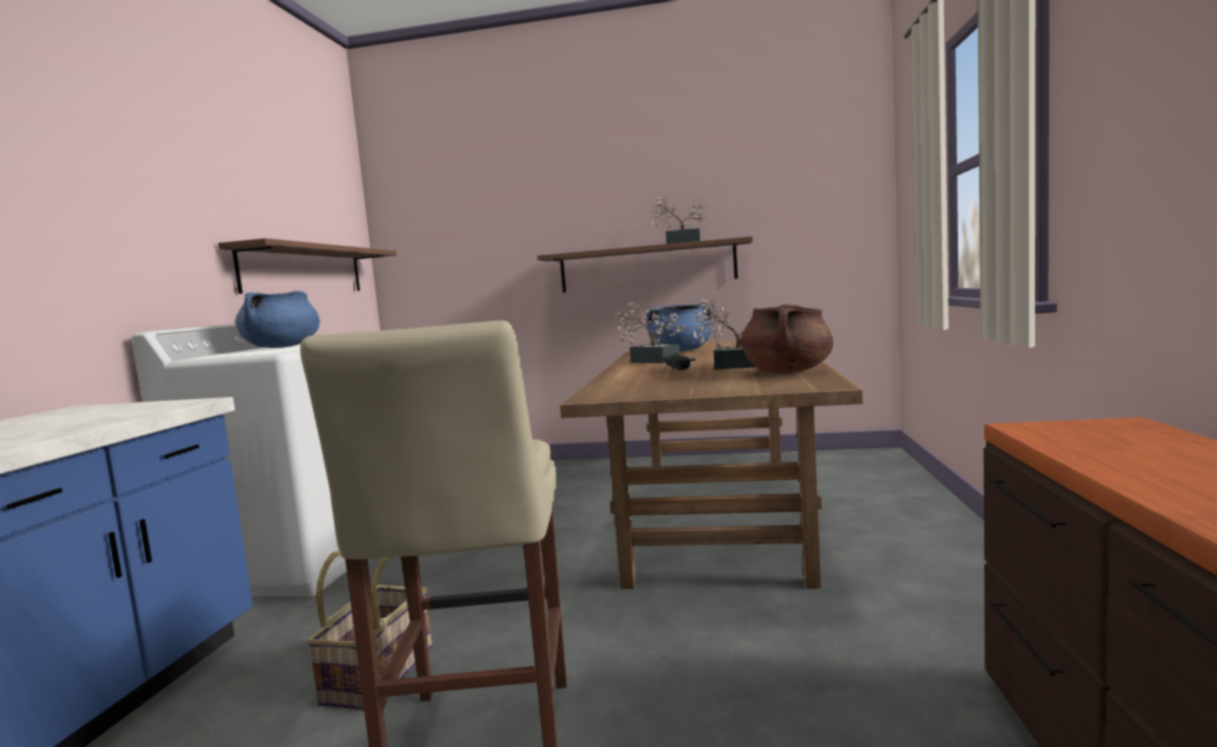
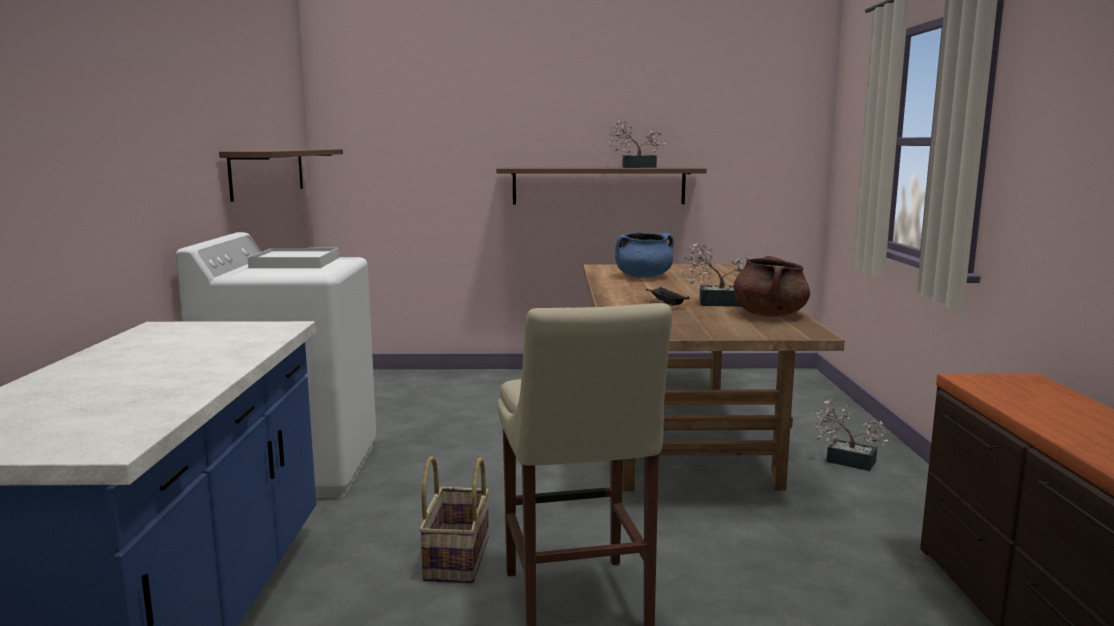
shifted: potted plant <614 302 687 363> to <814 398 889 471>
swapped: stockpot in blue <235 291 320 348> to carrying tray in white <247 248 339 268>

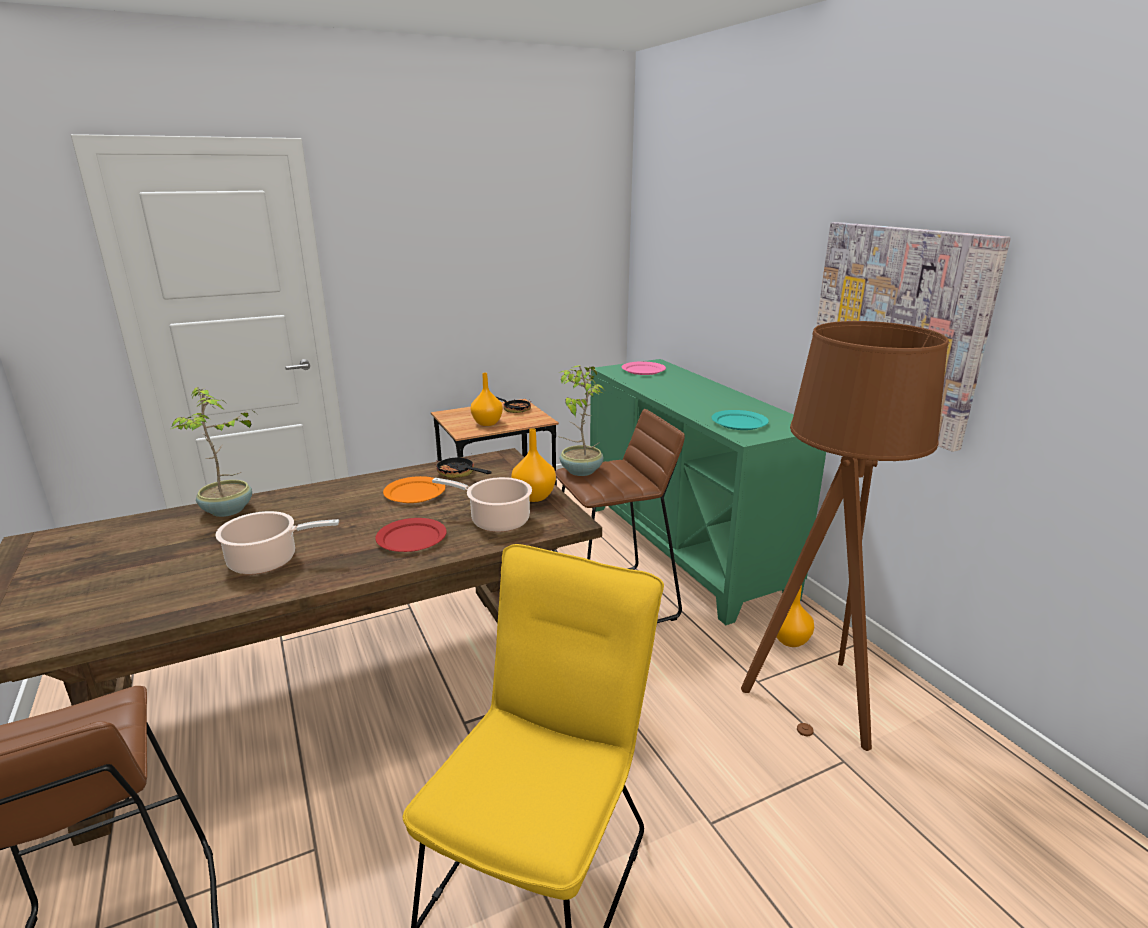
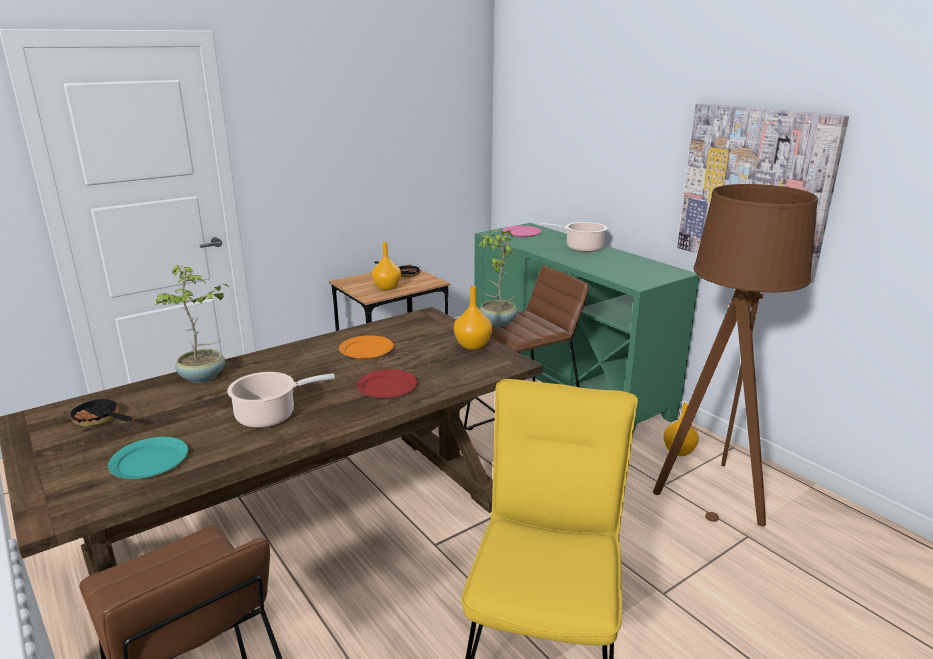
shifted: pan <435 455 491 478> to <67 399 132 427>; plate in blue-green <712 410 769 430> to <108 437 188 479>; stockpot <432 477 532 532> to <540 222 607 252>

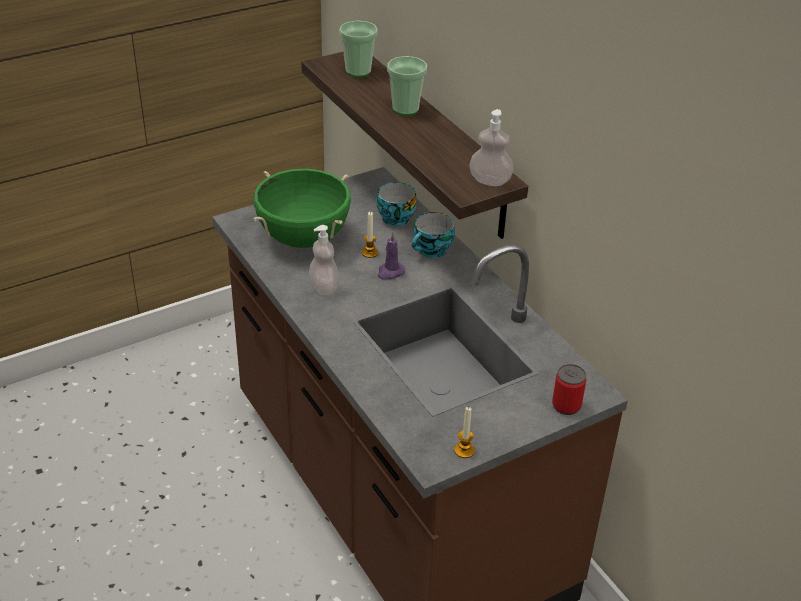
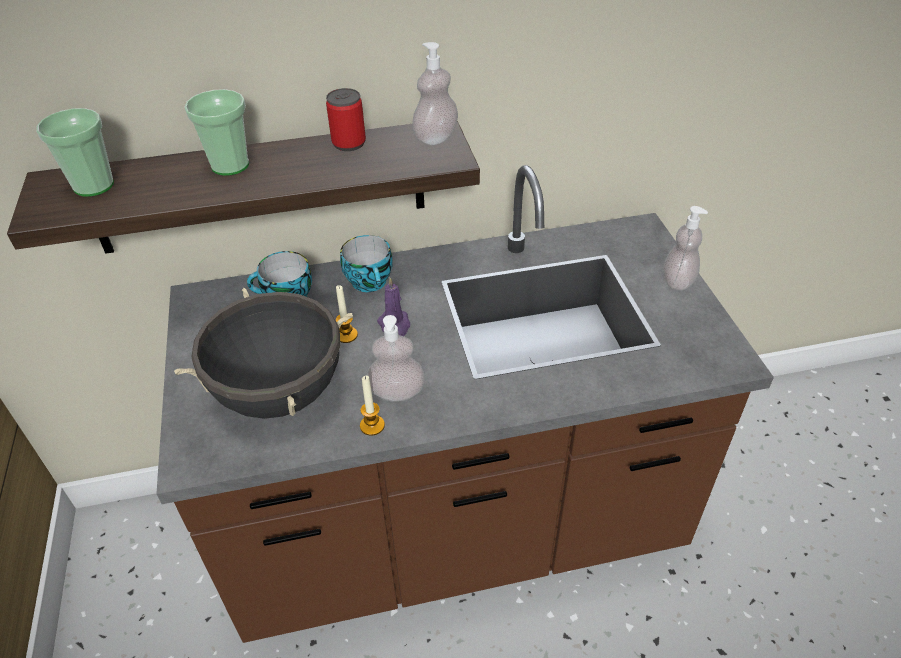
new: liquid soap bottle <664 206 708 291>
shifted: sealed can <552 364 586 415> to <326 88 366 151>; wax light <454 407 475 458> to <360 376 385 436>
repainted: stockpot in green-coloured <253 169 351 248> to stockpot in black <174 288 353 419>

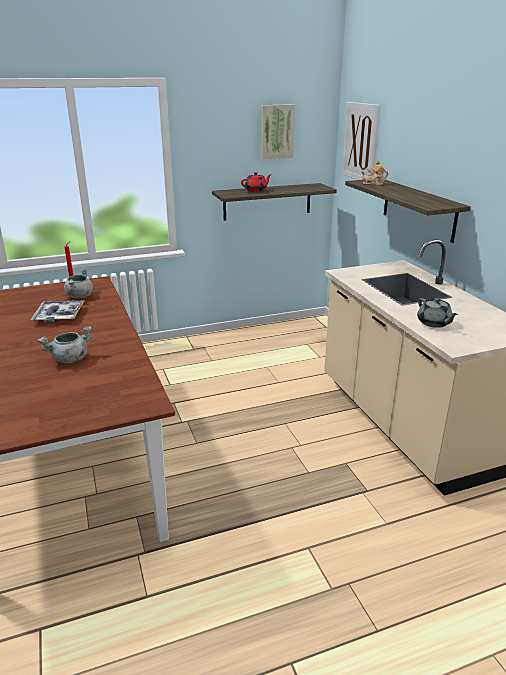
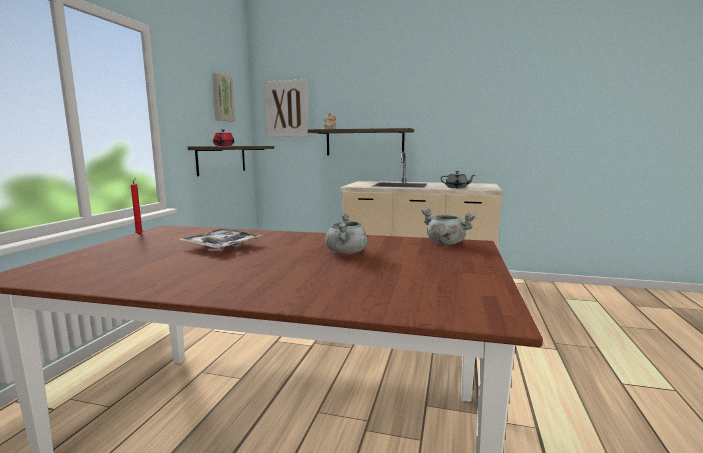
shifted: stockpot in gray <64 268 93 298> to <421 209 476 245>

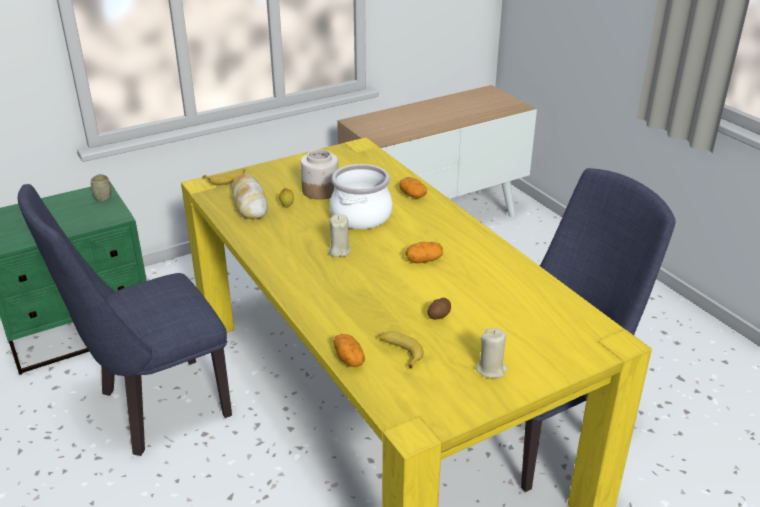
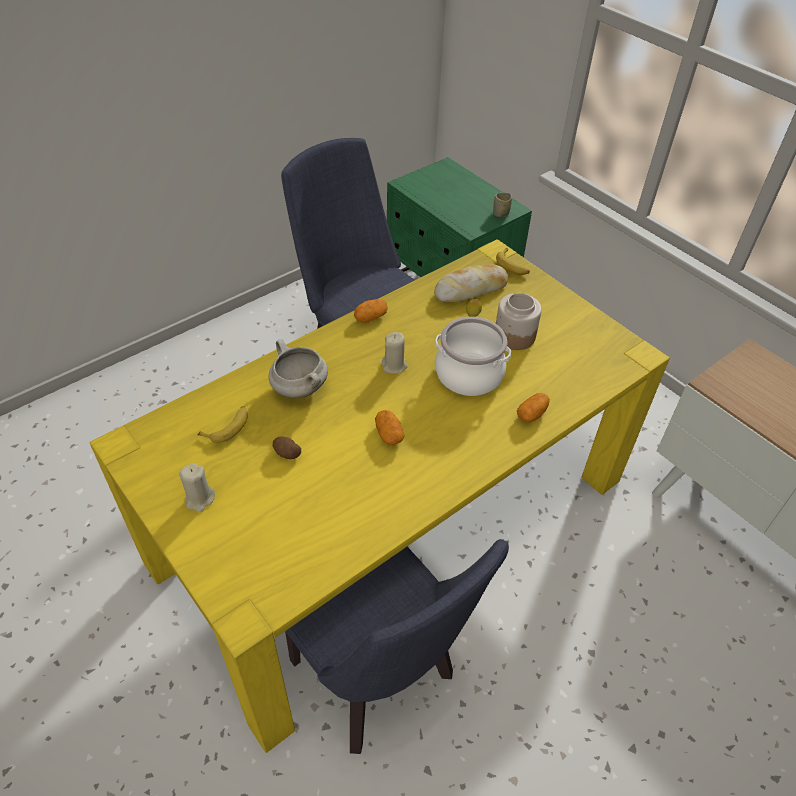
new: stockpot in white <269 339 328 398>
shifted: whole potato <334 334 365 367> to <354 299 388 323>

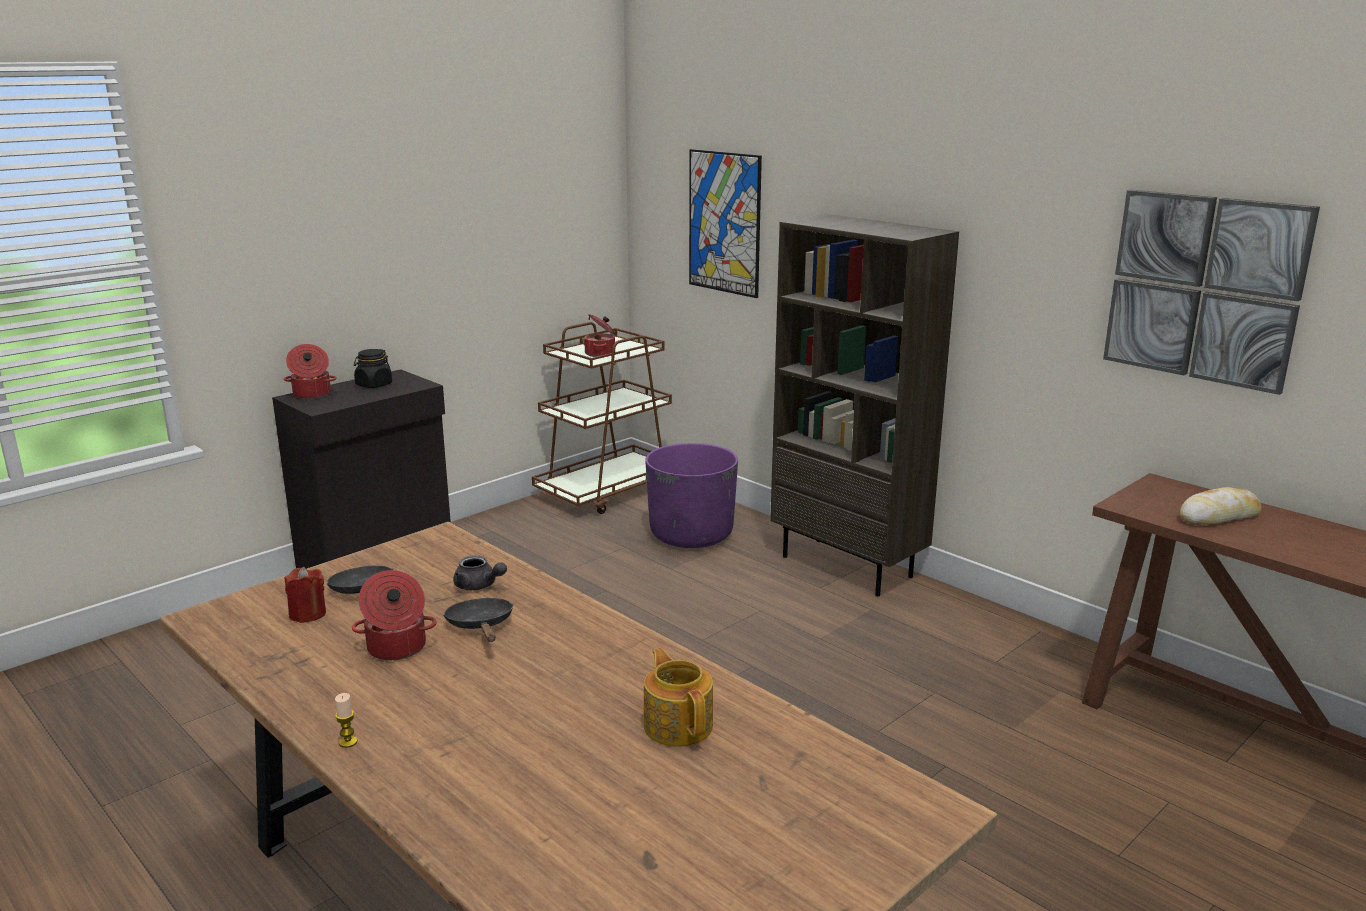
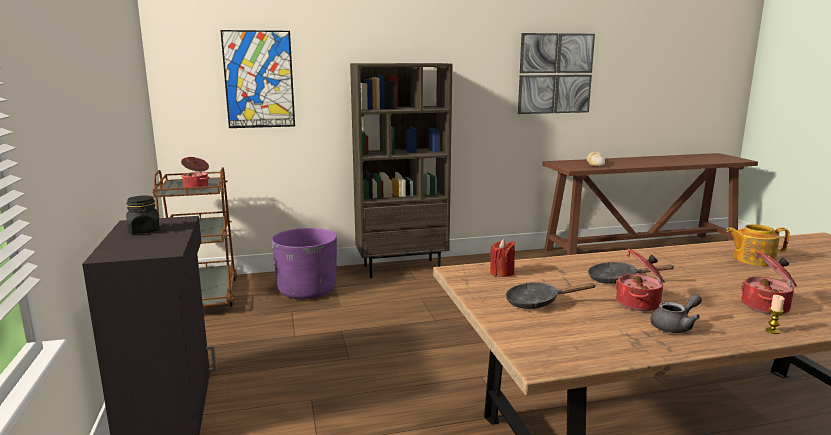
shifted: wax light in red <285 567 326 623> to <490 239 515 277>; pot for tea in gray <453 555 507 590> to <651 294 702 333>; stockpot <284 344 337 399> to <741 251 797 314>

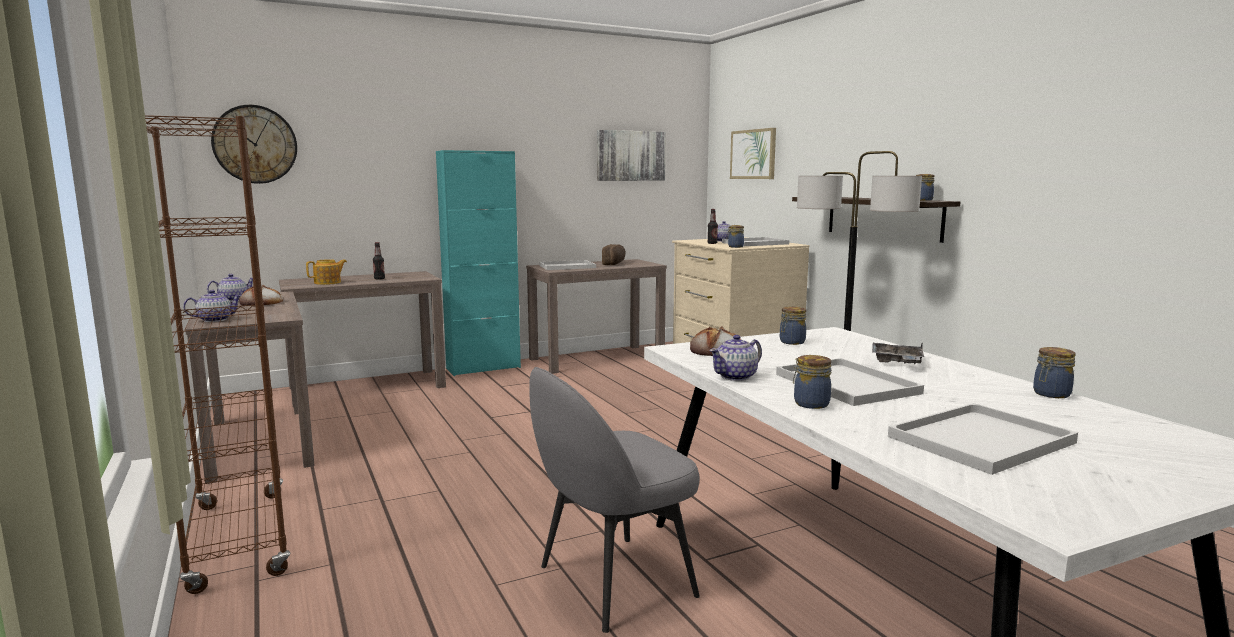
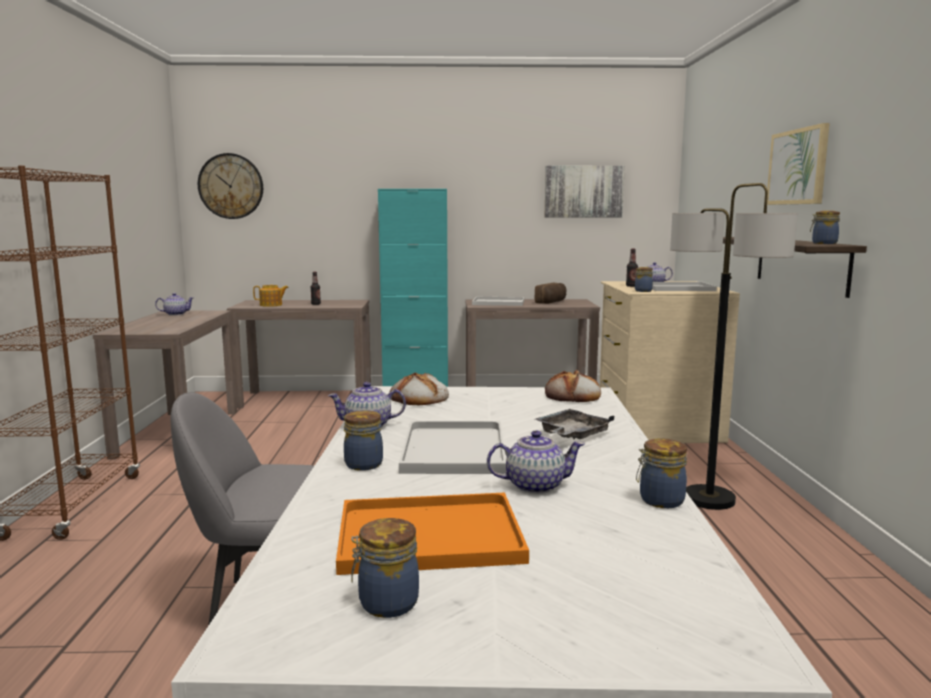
shifted: storage jar <780 306 806 345> to <351 518 419 618>; pot for tea <183 290 242 322> to <487 430 585 494>; bread <239 285 283 306> to <545 370 601 402>; picture <730 128 776 179> to <767 123 830 205>
repainted: carrying tray in white <888 403 1078 475> to carrying tray in orange <336 493 529 575>

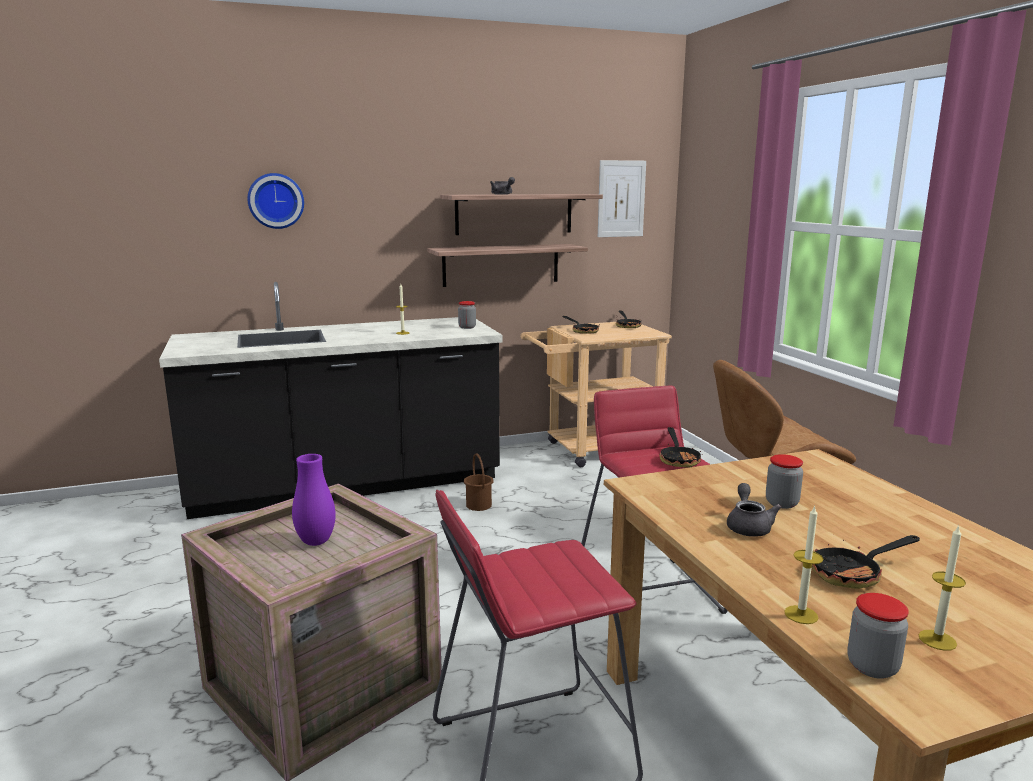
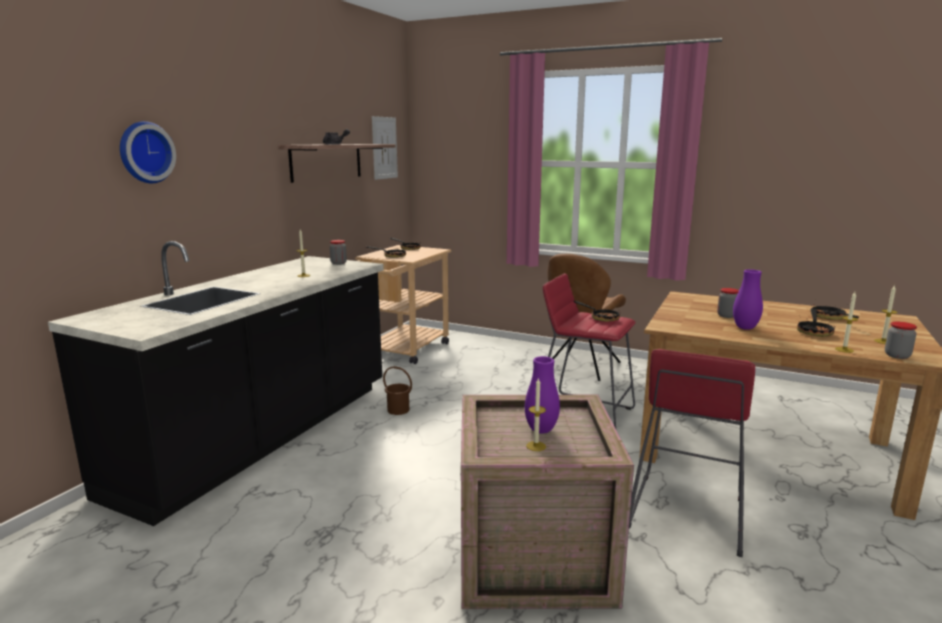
gone: wall shelf <427 244 588 287>
new: wax light <526 377 546 451>; pan <812 304 859 320>
swapped: pot for tea in gray <727 483 781 537> to decorative vase in purple-coloured <733 269 763 330>

